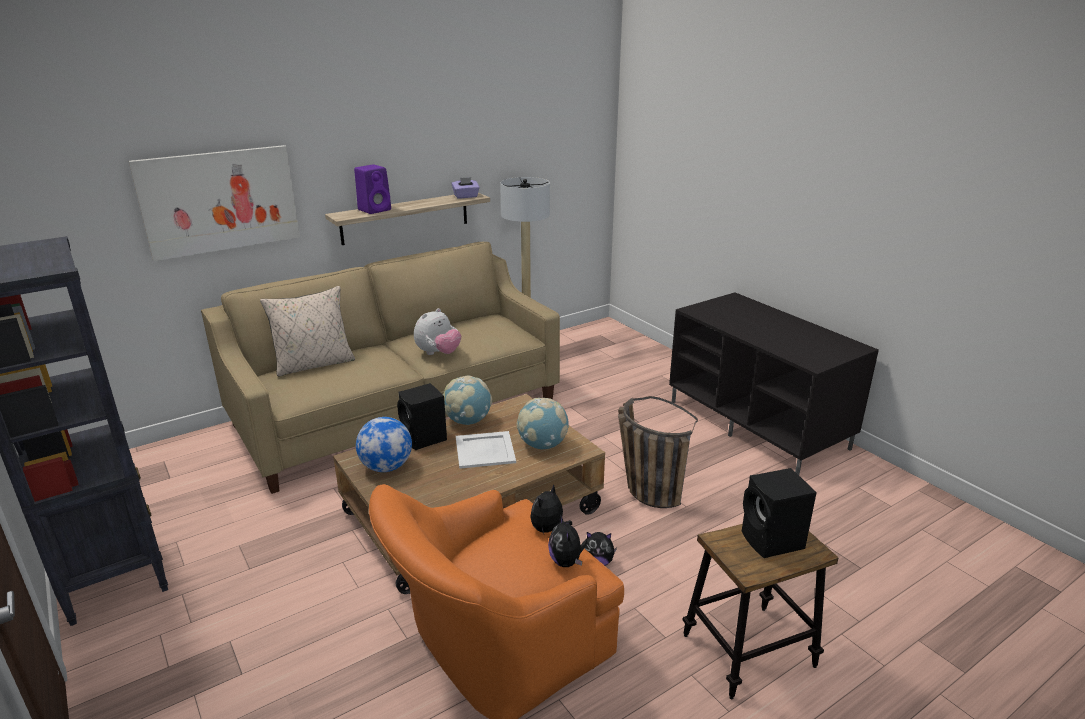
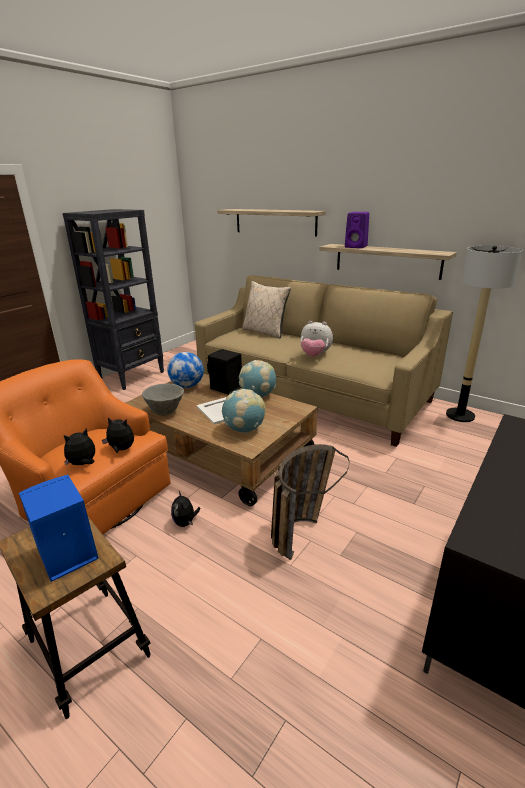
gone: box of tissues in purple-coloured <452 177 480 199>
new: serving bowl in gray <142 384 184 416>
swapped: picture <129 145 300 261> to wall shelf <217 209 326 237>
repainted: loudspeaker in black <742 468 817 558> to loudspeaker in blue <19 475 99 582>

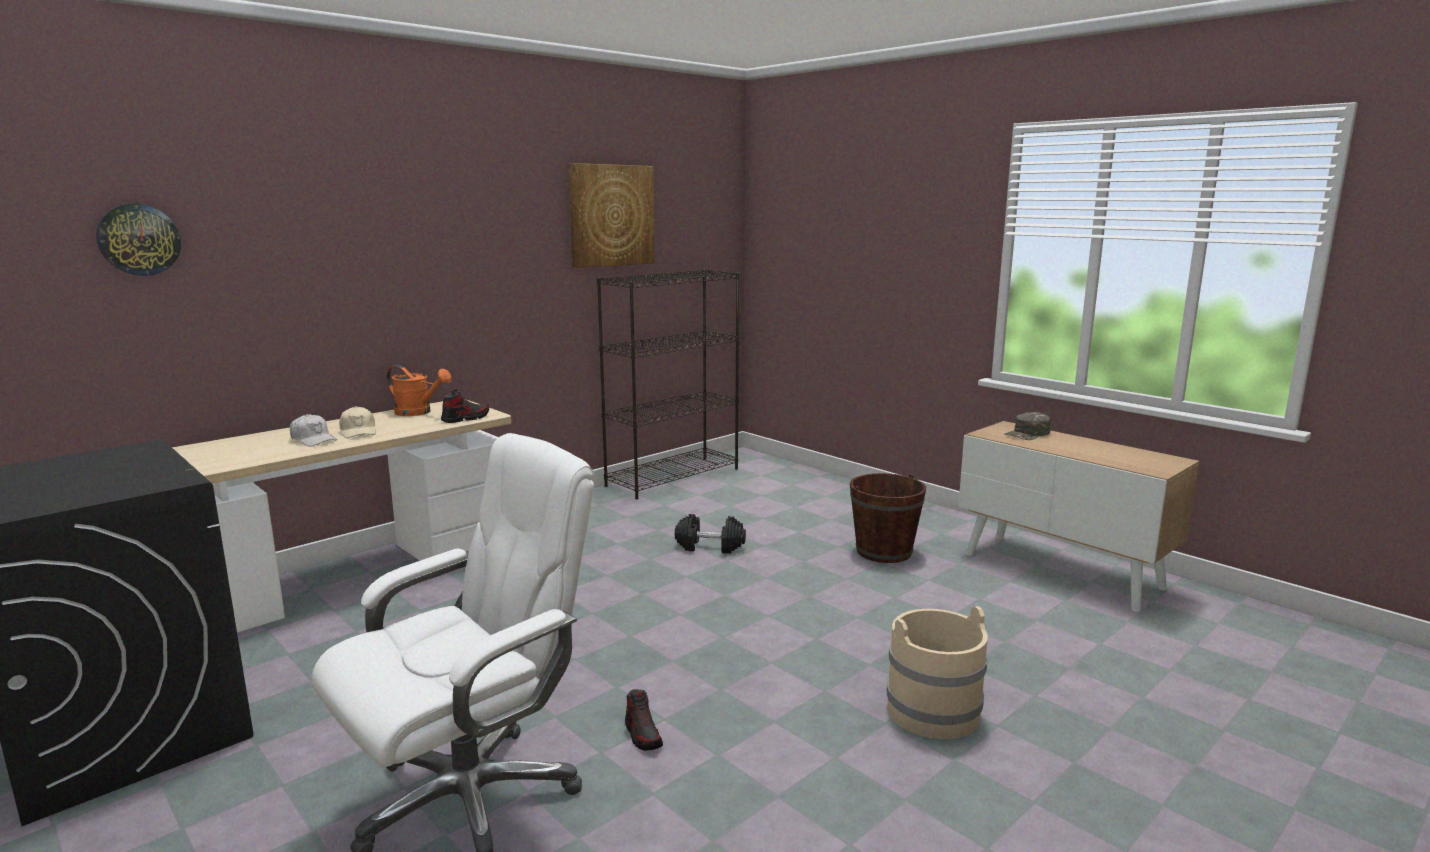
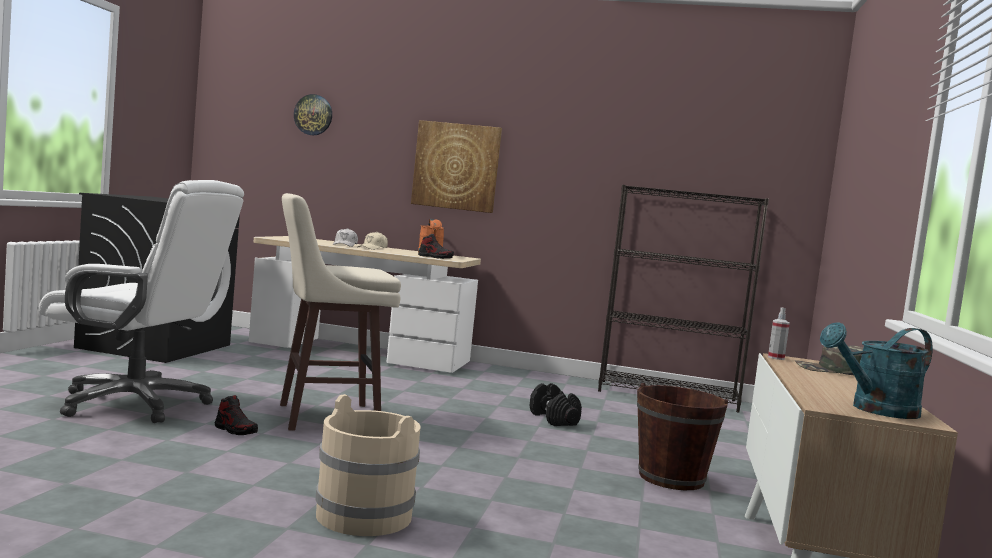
new: stool in beige-coloured <280 193 401 431>; spray bottle <768 307 790 360>; sprinkling can in blue-green <820 322 933 419>
shifted: picture <569 163 654 268> to <411 120 502 213>
rotated: low shoe <625 689 663 751> = <215 395 258 435> 90 degrees counterclockwise

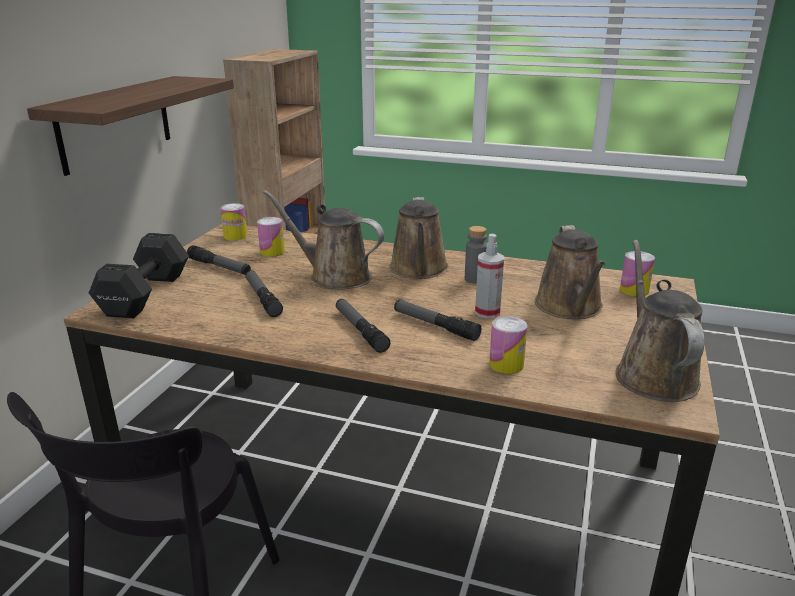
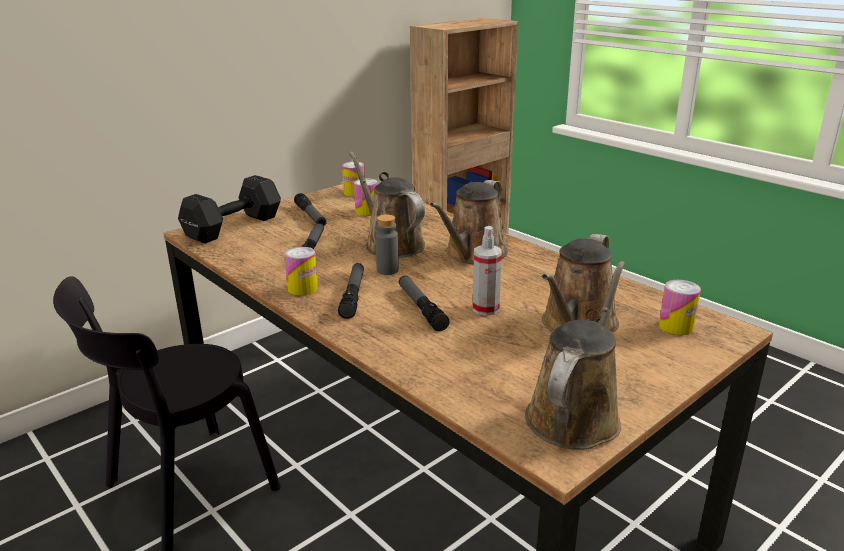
gone: wall shelf <27 76 234 176>
shifted: sealed can <489 316 528 374> to <284 247 318 296>; bottle in gray <465 226 487 284> to <375 214 399 275>

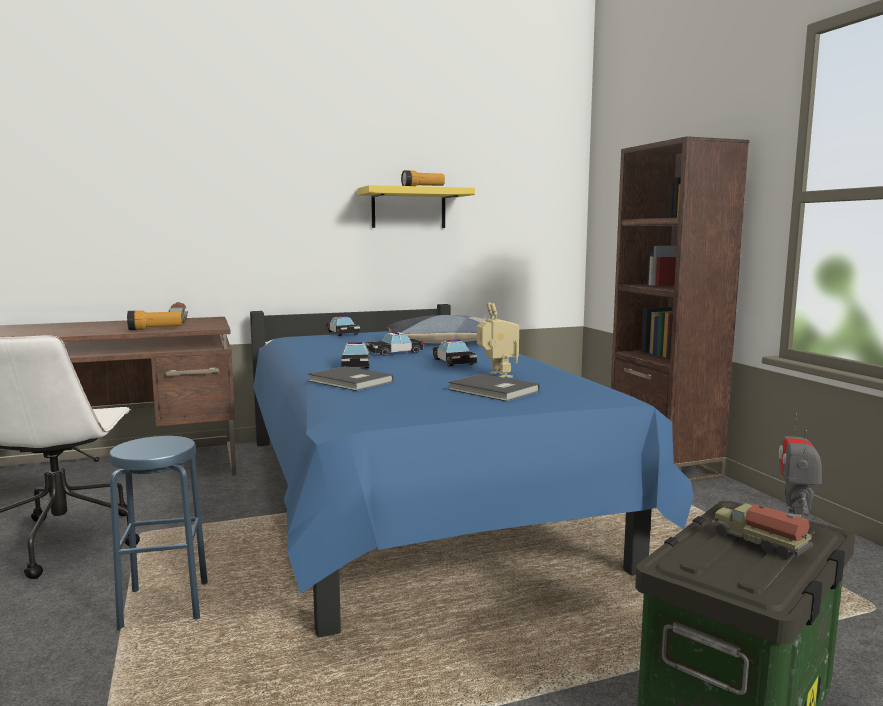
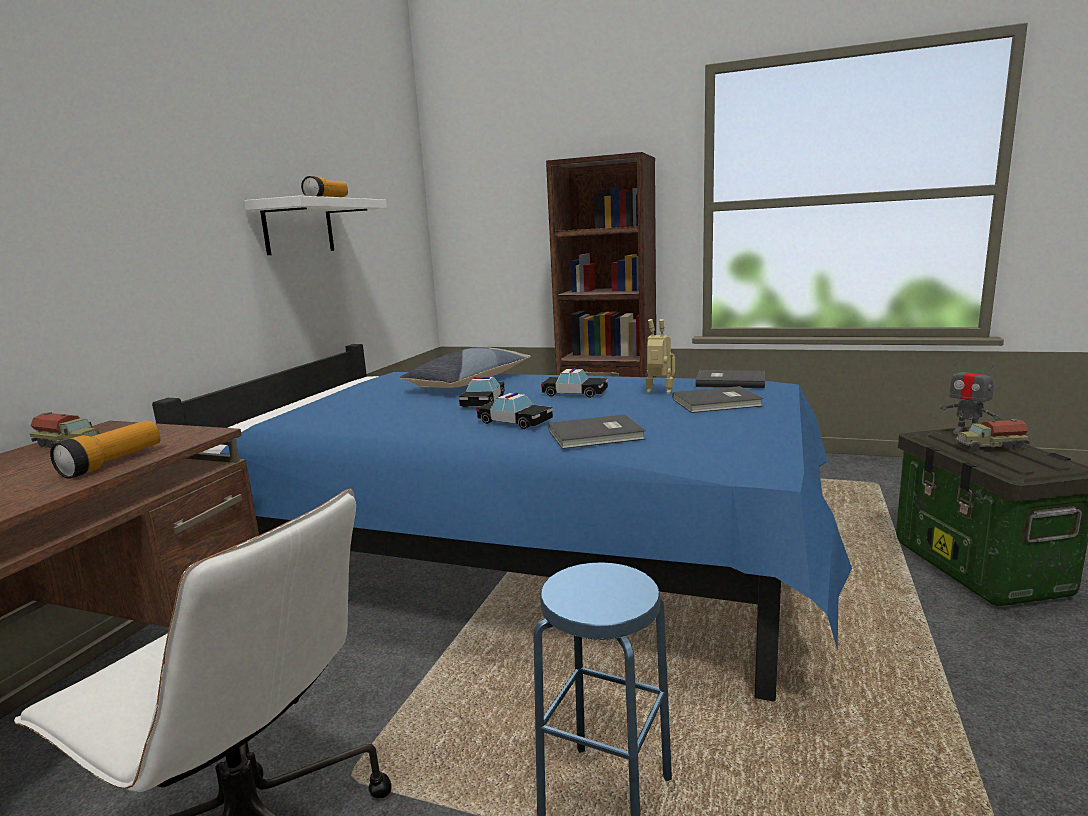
gone: miniature car <326 316 360 336>
new: volume in gray <696 370 765 388>
repainted: wall shelf in yellowish <357 185 475 228> to wall shelf in white <244 196 387 255>

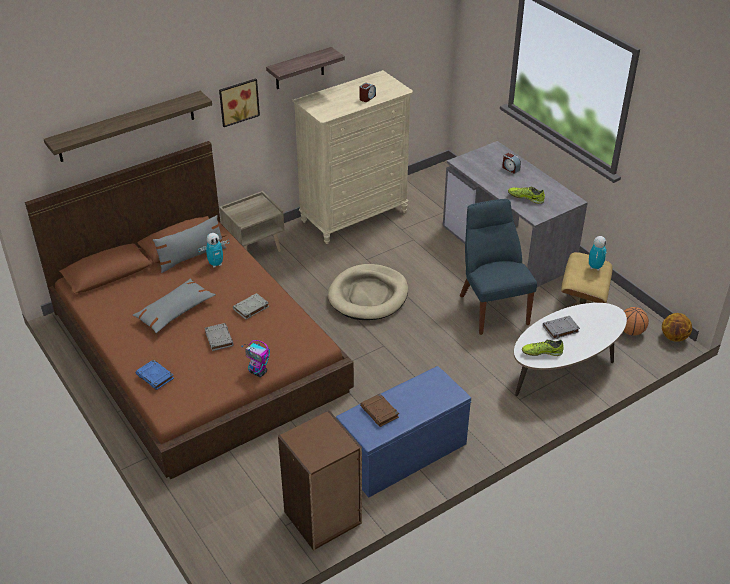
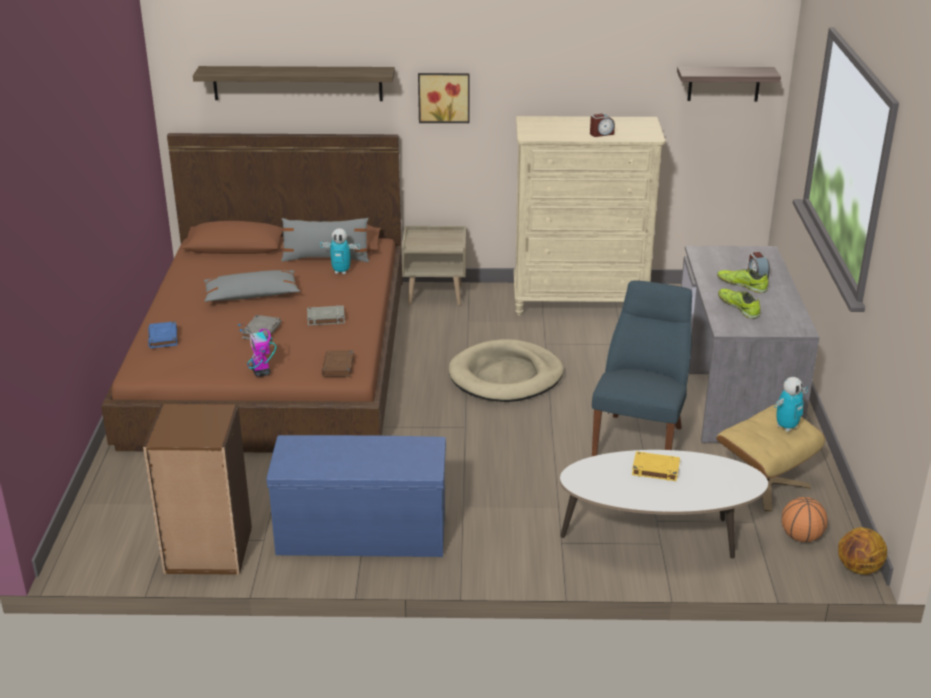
shifted: volume in brown-coloured <360 393 399 427> to <321 350 354 377>; wall shelf <266 47 345 89> to <677 67 781 101>; low shoe <522 340 564 356> to <717 269 768 293>
repainted: volume in gray <543 316 580 339> to volume in yellowish <632 451 680 481>

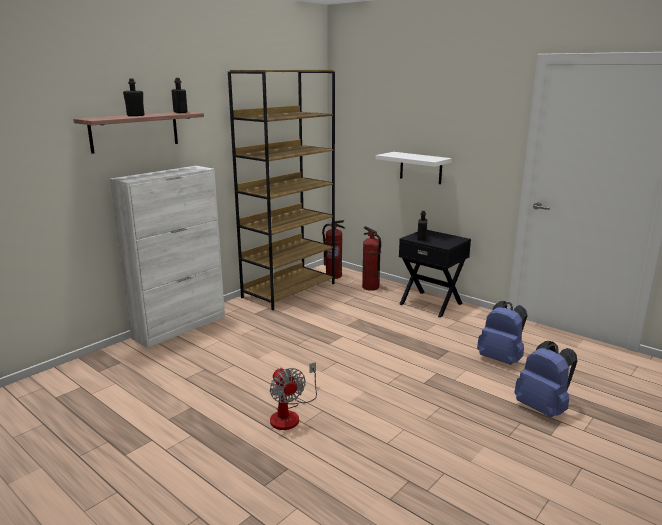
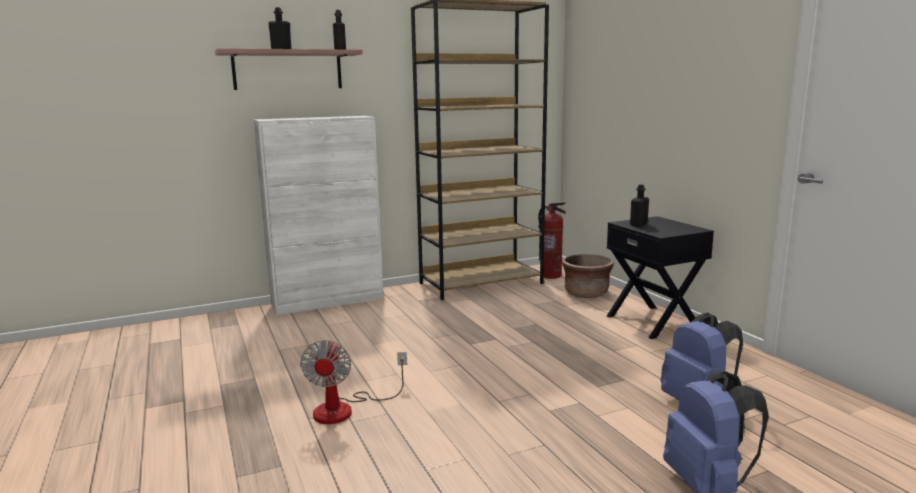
gone: wall shelf in white <375 152 452 184>
swapped: fire-fighting cylinder <362 226 381 291> to plant pot in brown-coloured <562 254 614 298>

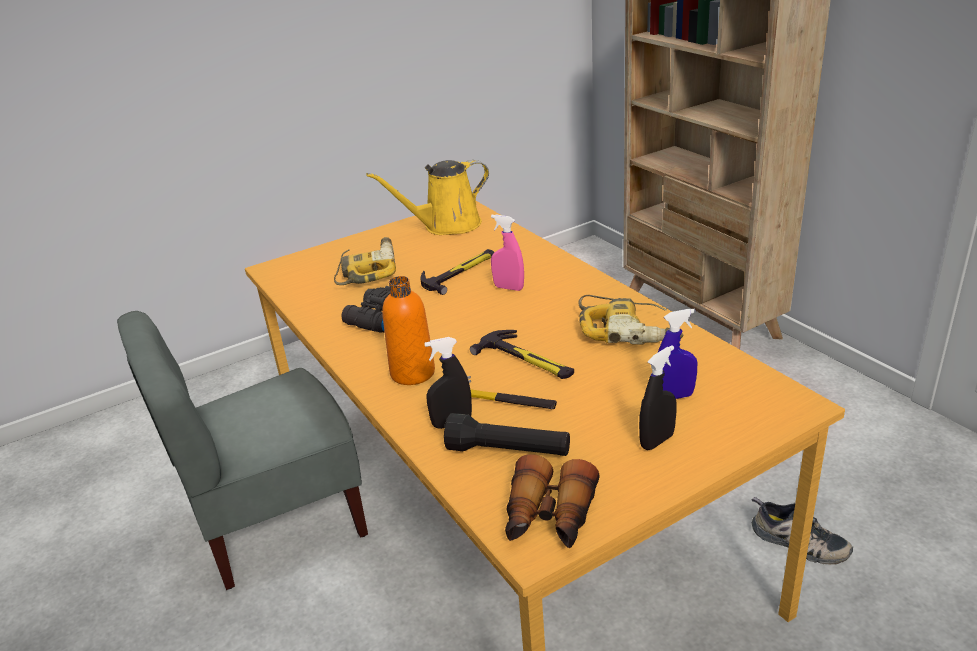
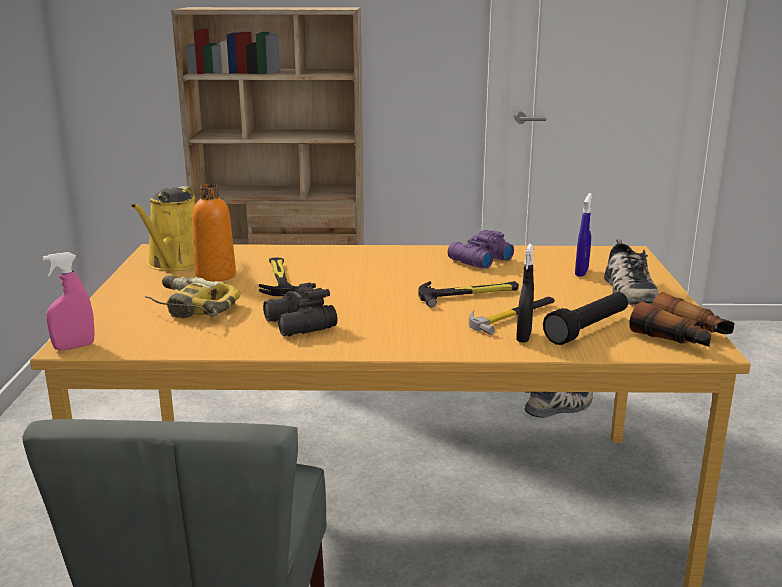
shifted: spray bottle in pink-coloured <491 214 524 291> to <43 252 94 351>; bottle in orange <382 276 435 385> to <193 184 236 282>
swapped: electric drill <578 295 684 345> to binoculars in purple-coloured <447 230 514 269>; spray bottle in black <639 345 676 450> to low shoe <604 239 659 306>

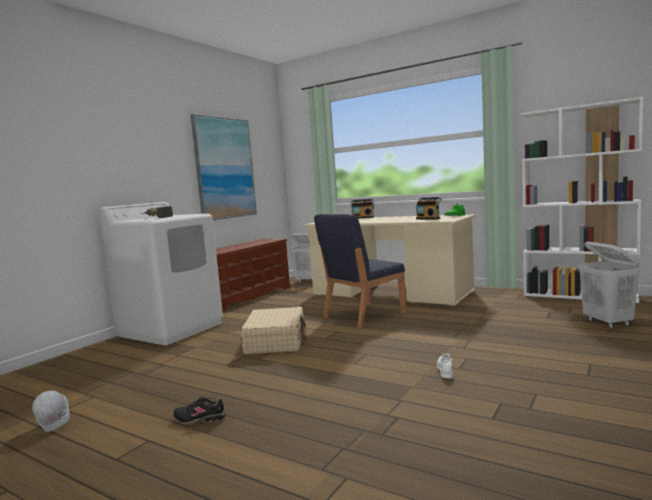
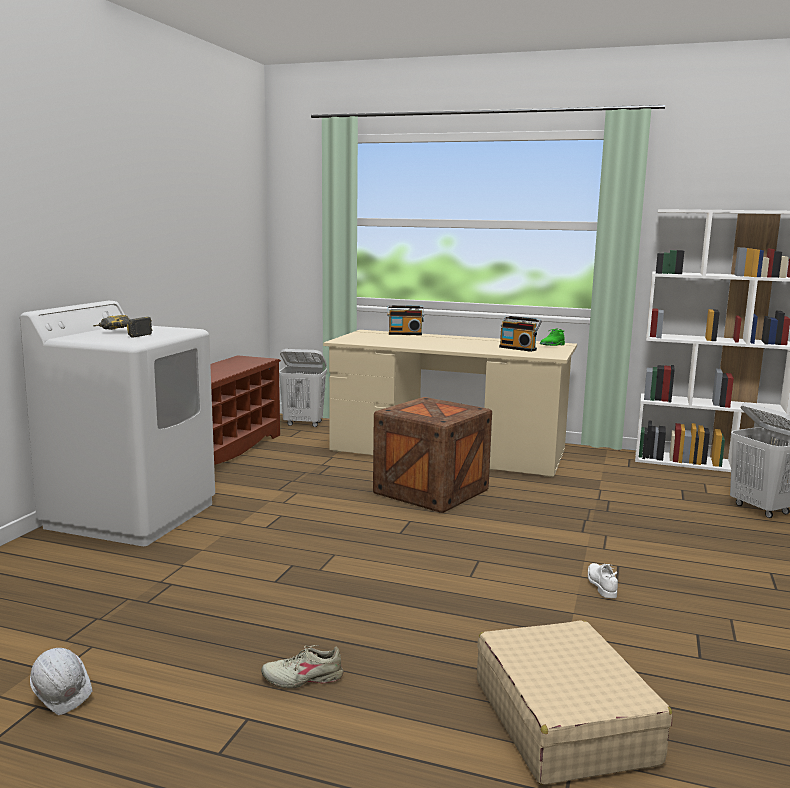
gone: picture <191 114 257 220>
shifted: travel case in beige-coloured <241 307 307 354> to <477 620 672 785>
swapped: plain chair in blue <314 214 406 328> to crate <373 397 492 513>
repainted: low shoe in black <173 397 226 424> to low shoe in beige-coloured <261 645 344 688>

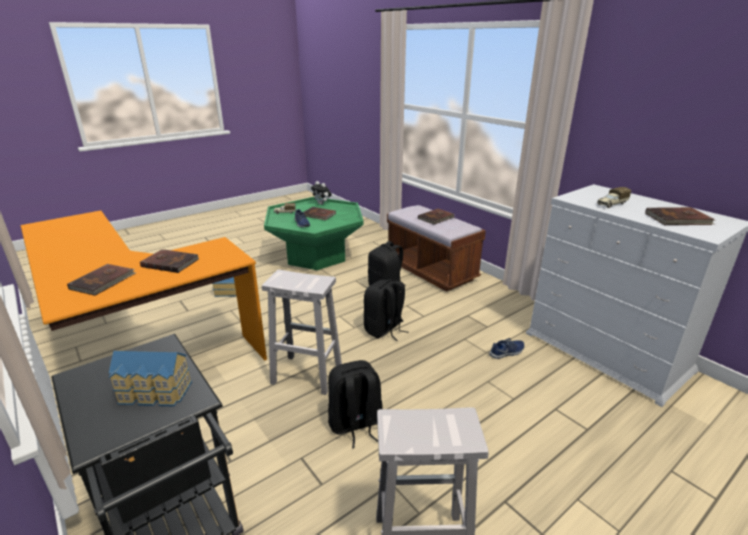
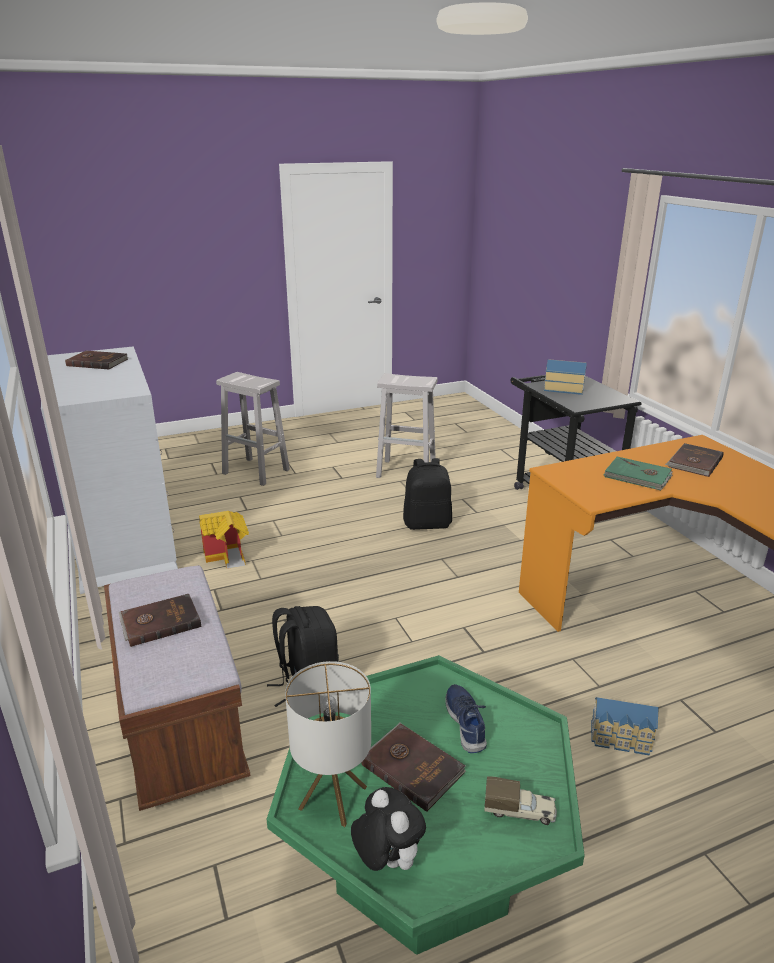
gone: knapsack in black <364 279 409 341>; toy truck <597 187 631 208>
new: tabletop lamp <285 661 371 827>
shifted: stool in white <262 270 342 395> to <216 372 290 486>
swapped: low shoe in blue <489 338 524 359> to model house <199 511 249 569>
repainted: volume in brown-coloured <140 249 199 273> to volume in green-coloured <604 457 672 491>

